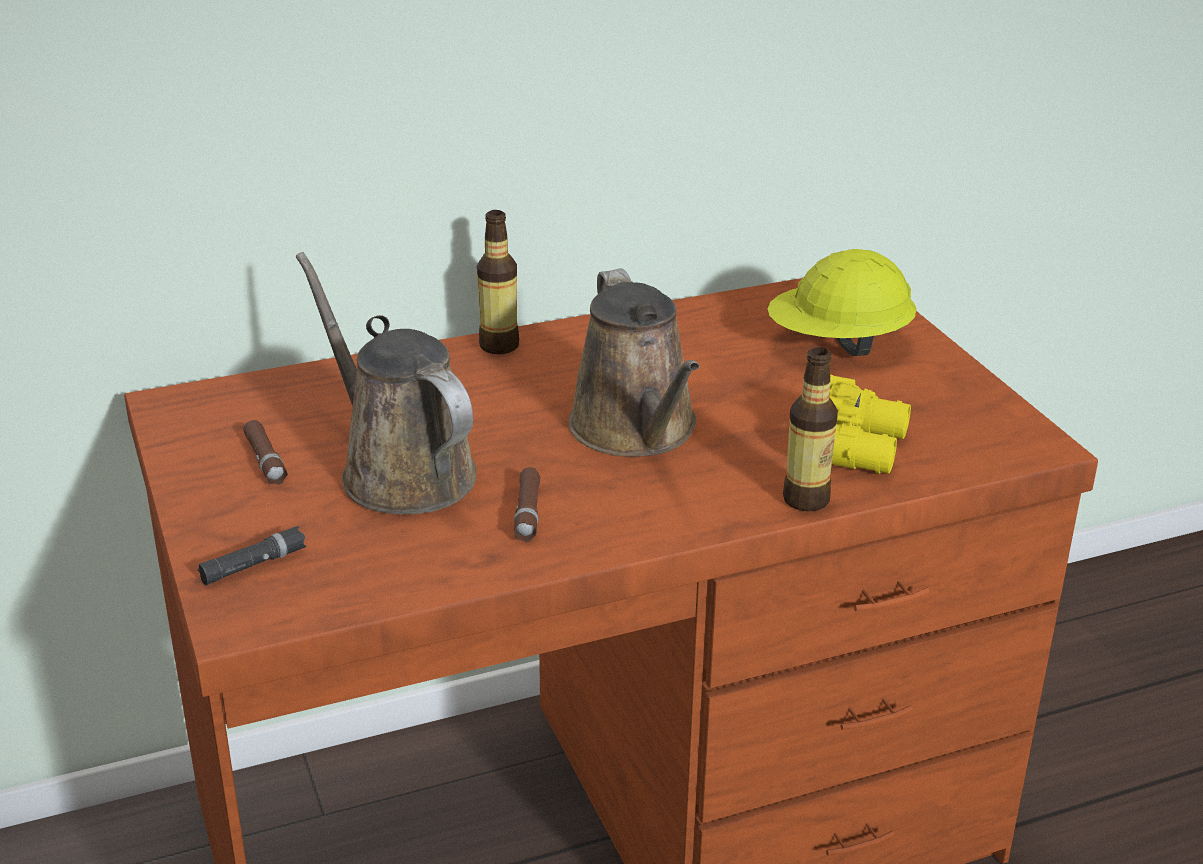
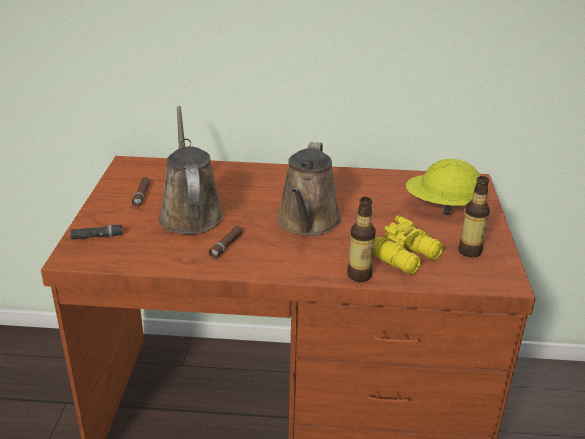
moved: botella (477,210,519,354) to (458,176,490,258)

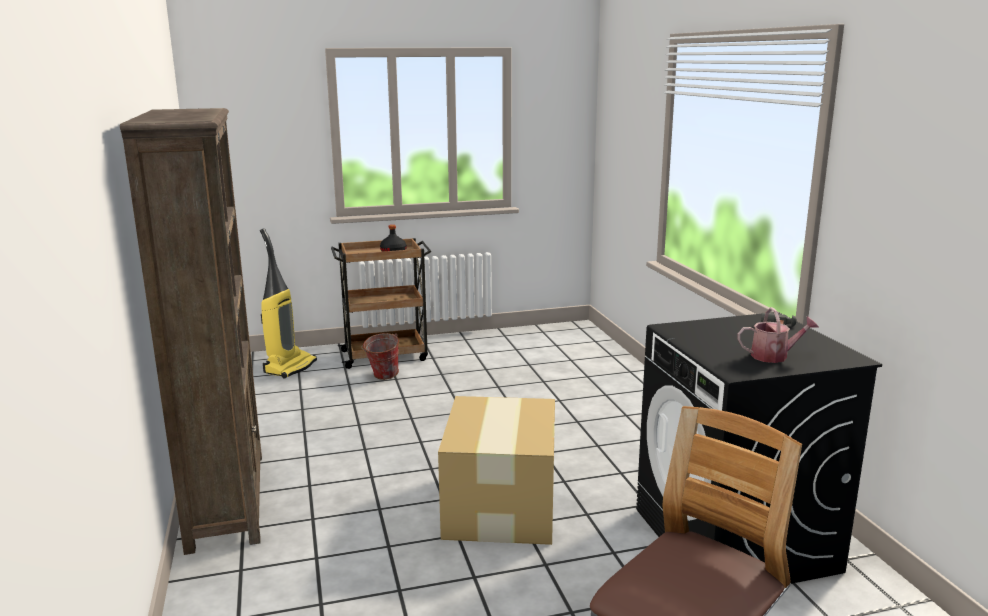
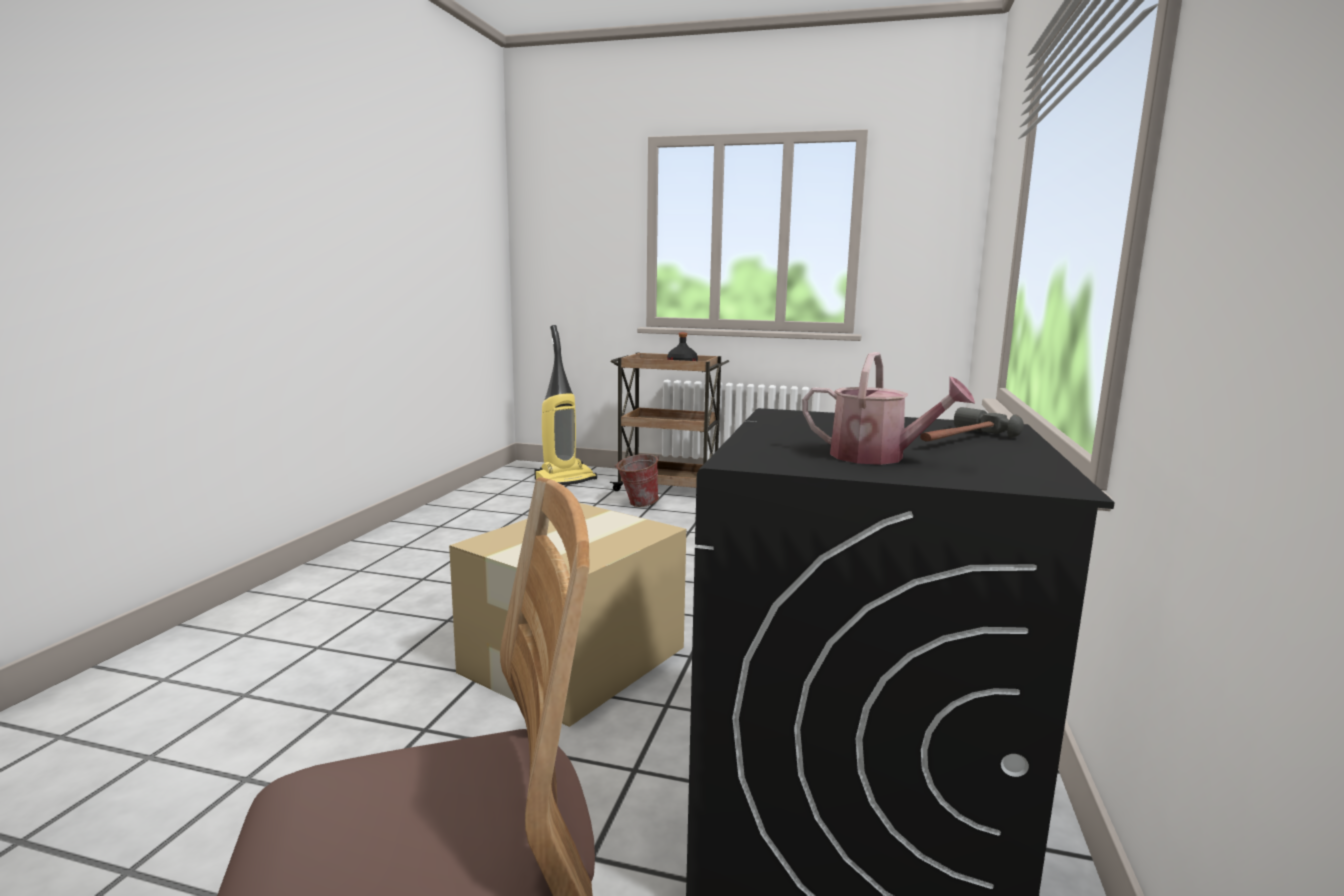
removed: estantería [marrón] (120,108,262,555)

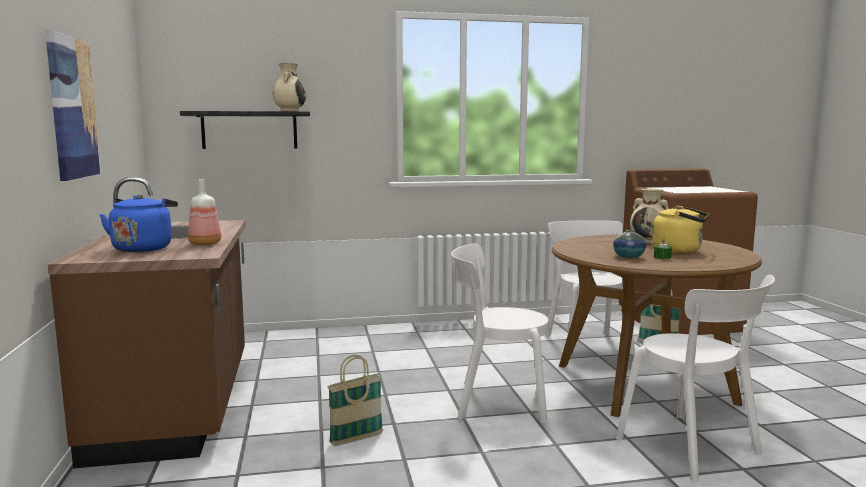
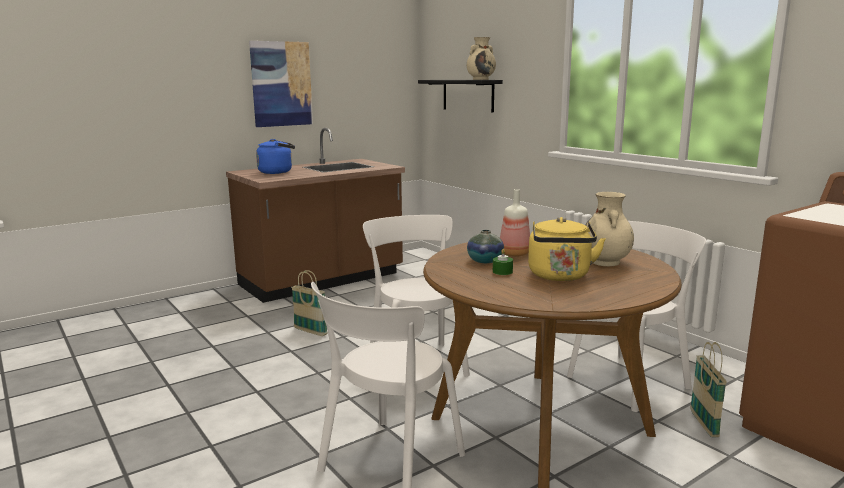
moved: botella (188,179,221,245) to (500,189,530,257)

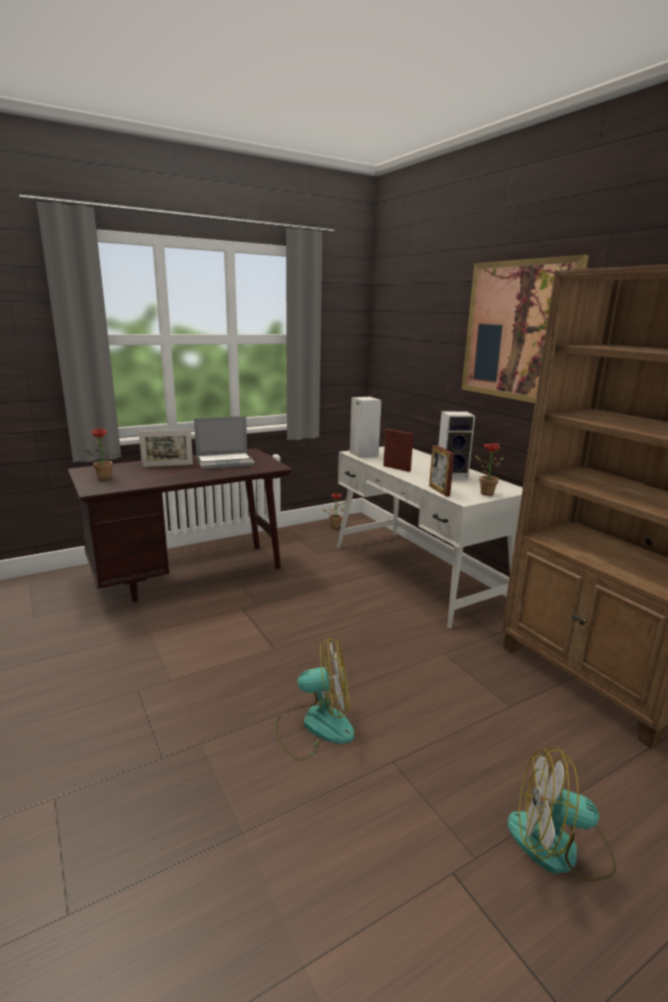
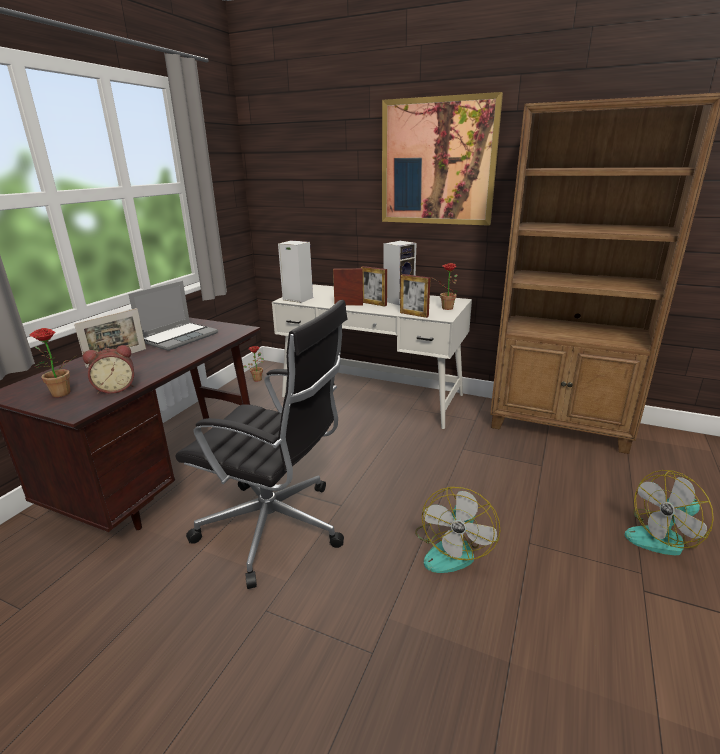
added: despertador (83,345,134,394); silla de oficina [negro] (175,300,347,589); portarretratos (361,266,387,307)
turned: ventilador (276,637,354,761) = (415,487,501,573) 150 degrees clockwise

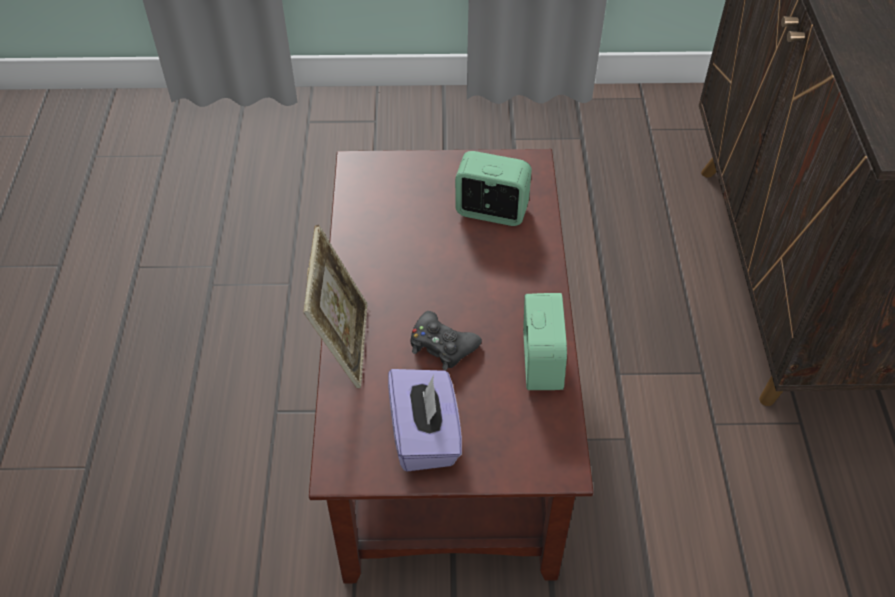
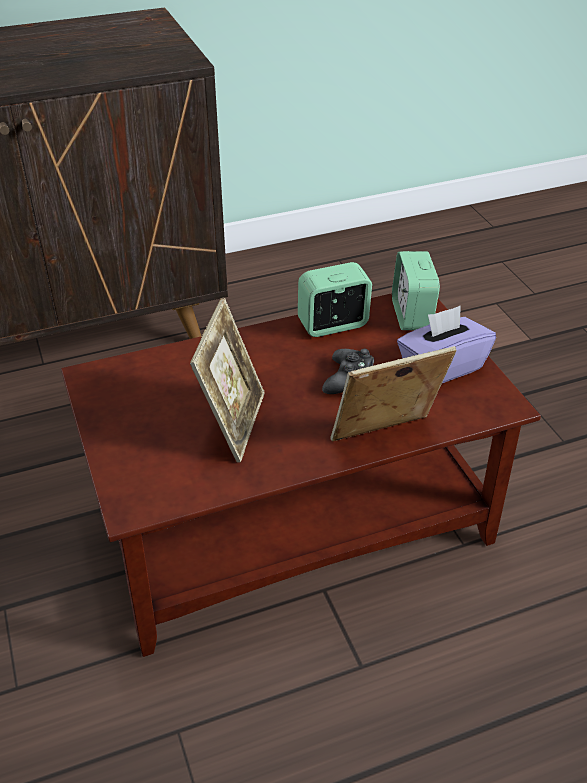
added: portarretratos (190,297,264,463)
moved: despertador (455,151,532,226) to (392,251,440,330)

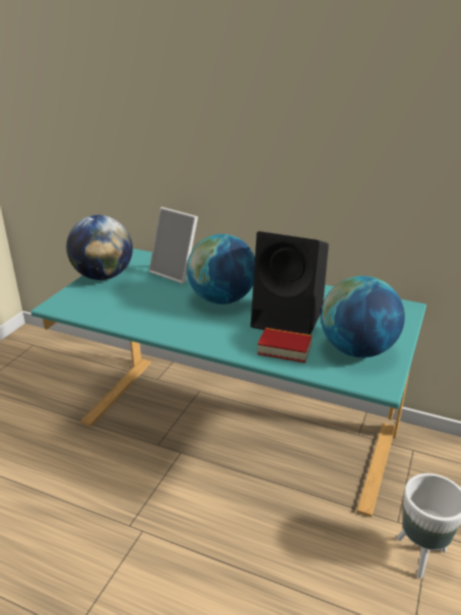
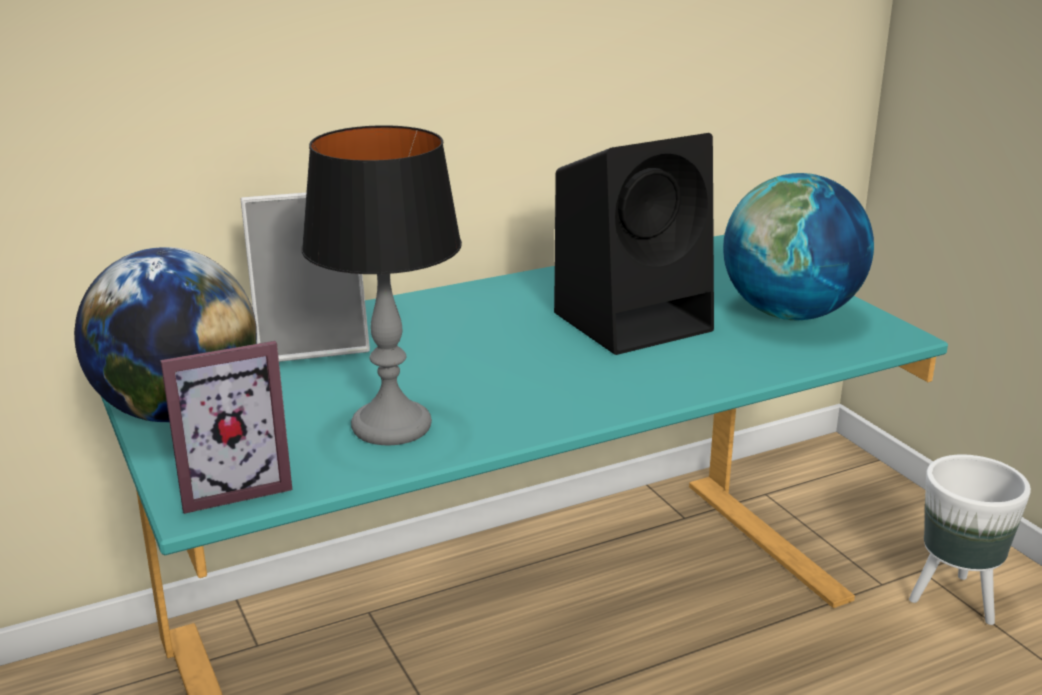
removed: globo terráqueo (187,234,255,304); libro (257,328,312,363)
added: portarretratos (160,341,292,514); lámpara de mesa (301,125,462,445)

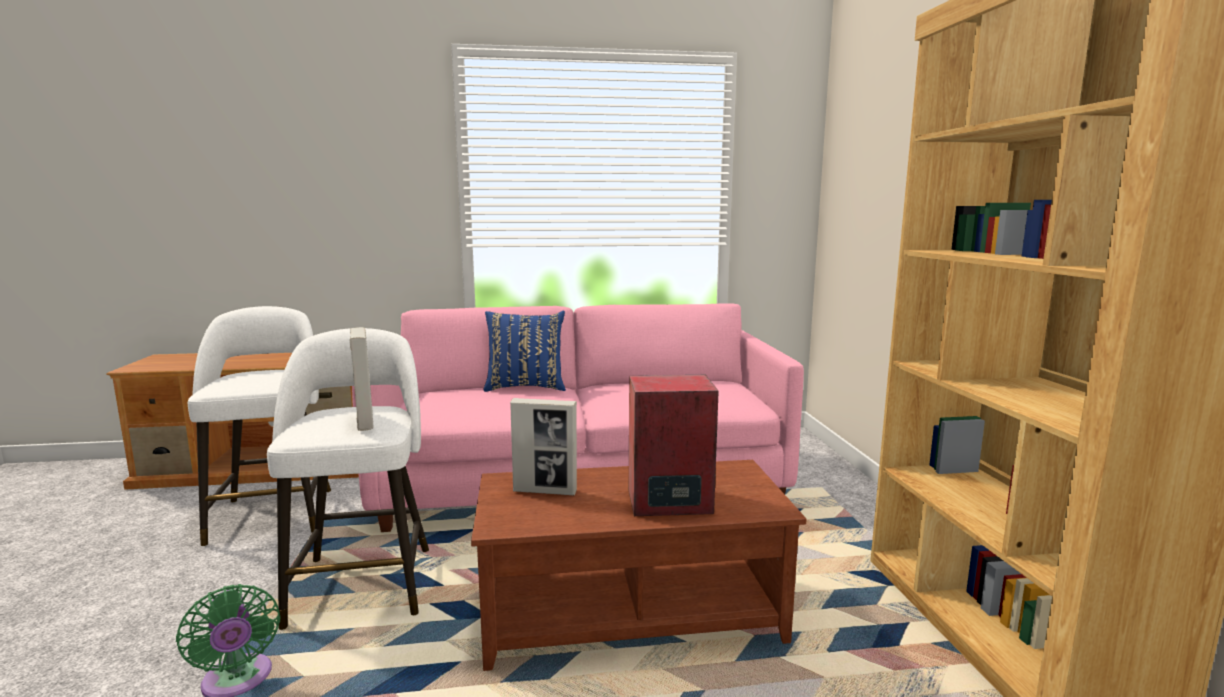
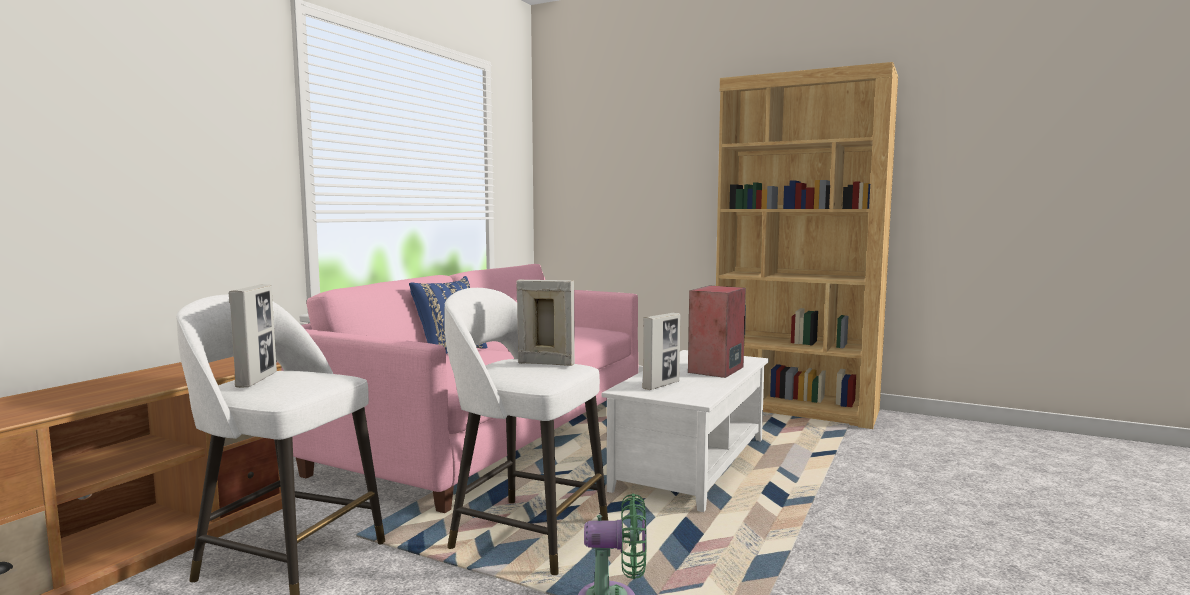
added: portarretratos (229,284,277,388)
recoloured: mesa de centro [marrón] (471,460,807,671) to mesa de centro [blanco] (602,350,769,512)

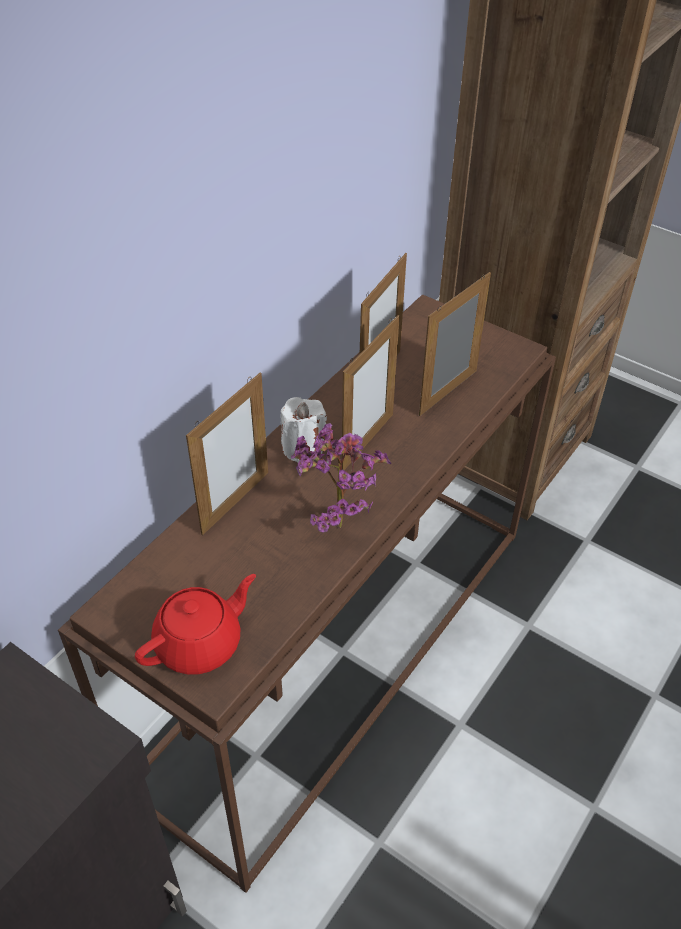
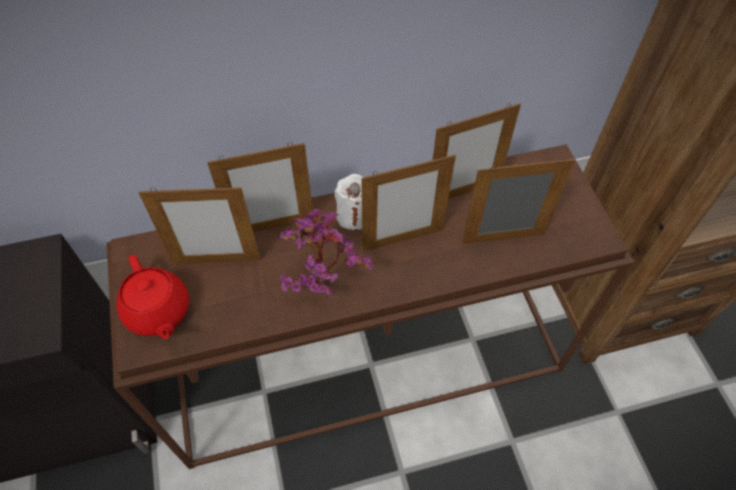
added: portarretratos (138,185,261,264)
turned: tetera [rojo] (135,574,256,675) = (117,255,189,339) 60 degrees clockwise

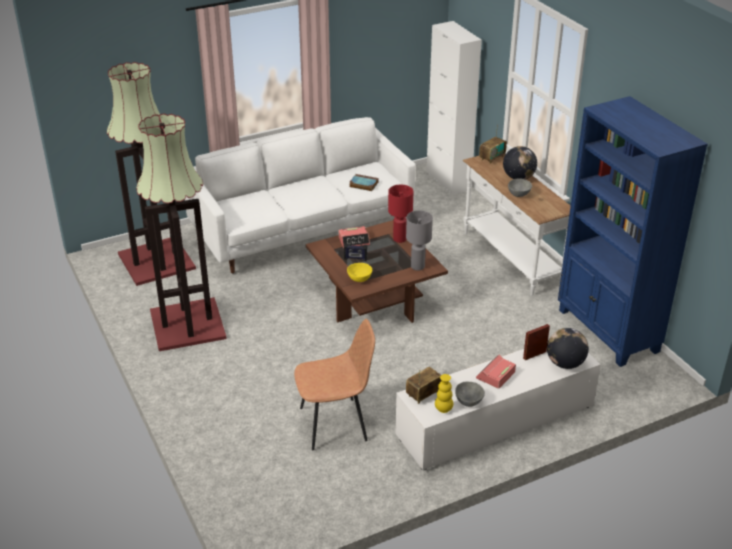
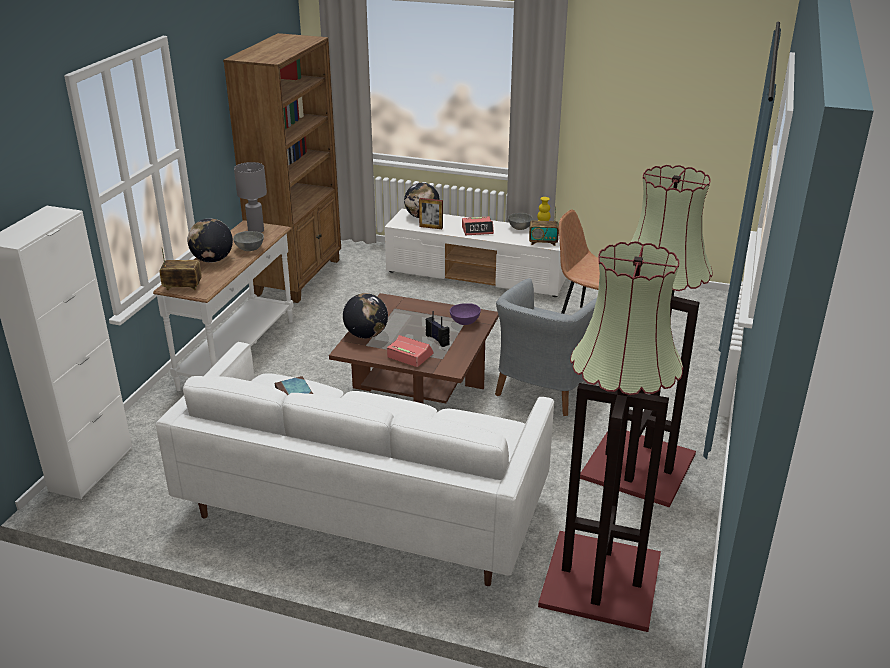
added: sillón [gris] (495,278,597,416)
moved: lámpara de mesa [gris] (406,210,433,271) to (234,162,267,233)
replaced: lámpara de mesa [rojo] (388,185,413,243) to globo terráqueo (343,293,388,338)
recoloured: estantería [azul] (558,96,708,367) to estantería [marrón] (223,33,341,303); cuenco [amarillo] (347,263,372,282) to cuenco [morado] (450,303,481,325)

